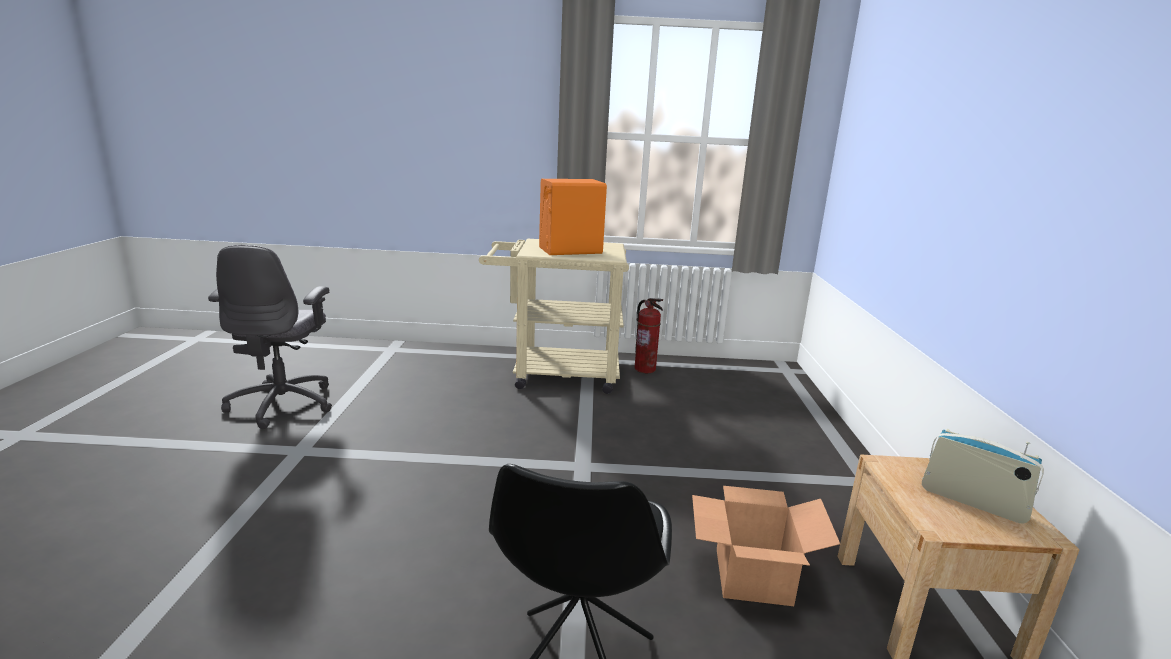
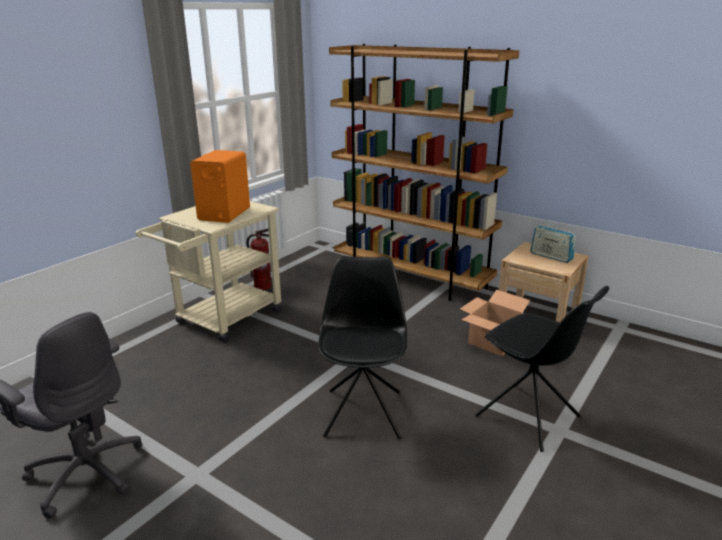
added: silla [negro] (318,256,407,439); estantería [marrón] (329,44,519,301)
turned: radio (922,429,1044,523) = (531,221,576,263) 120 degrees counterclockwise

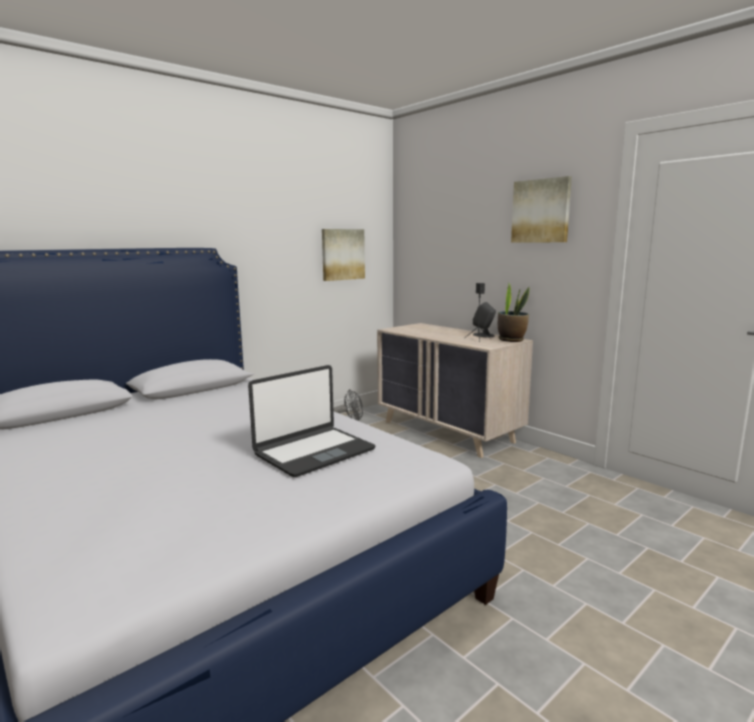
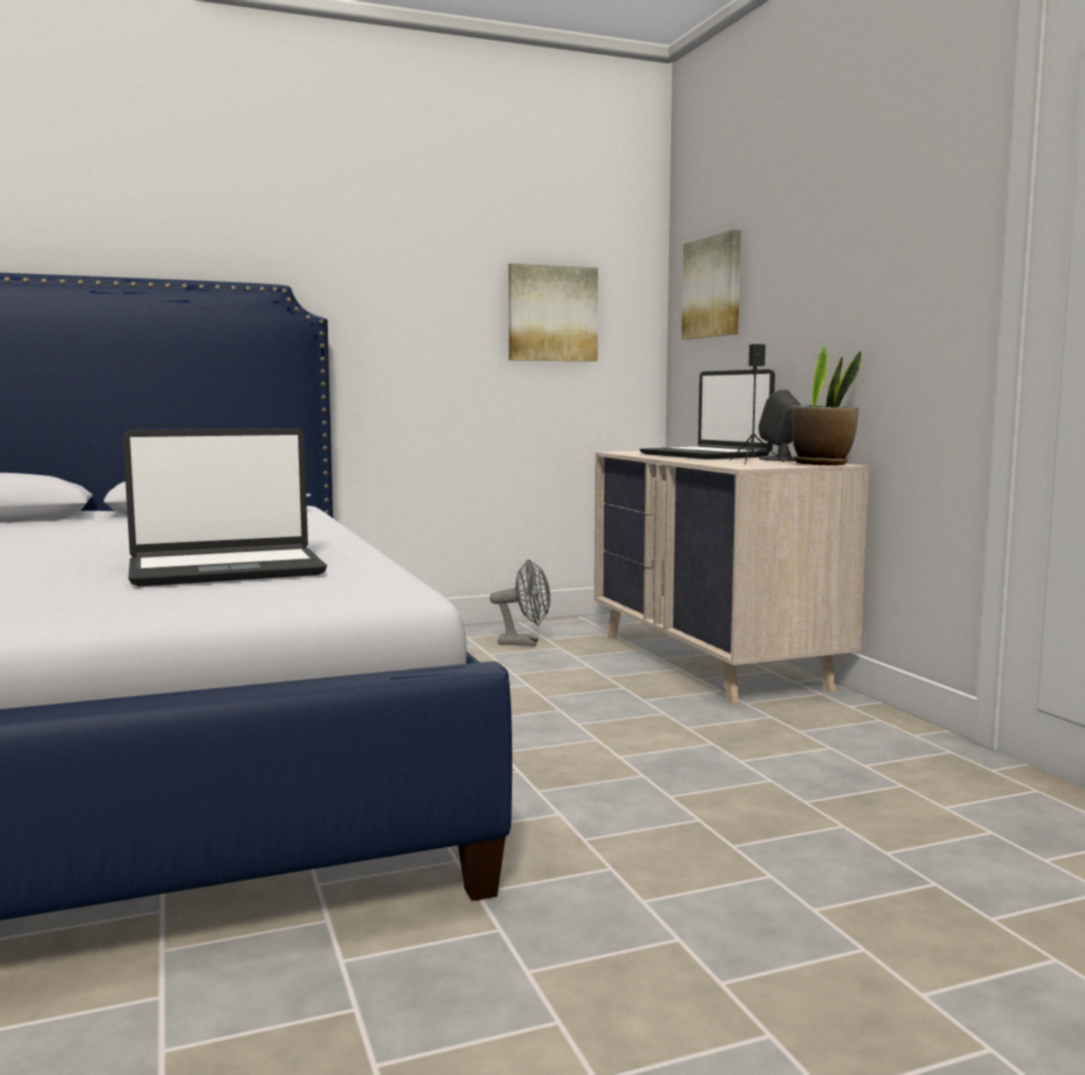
added: portátil (640,369,775,459)
moved: cuadro (511,176,572,243) to (681,229,741,340)

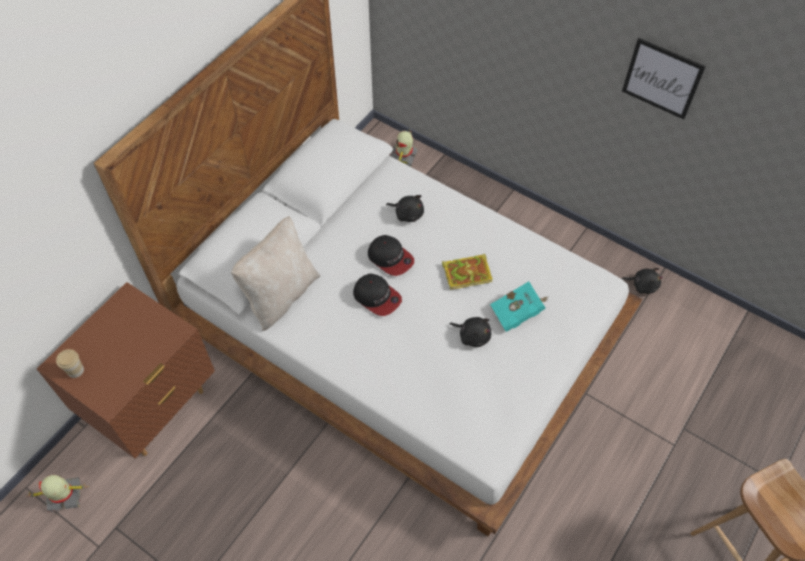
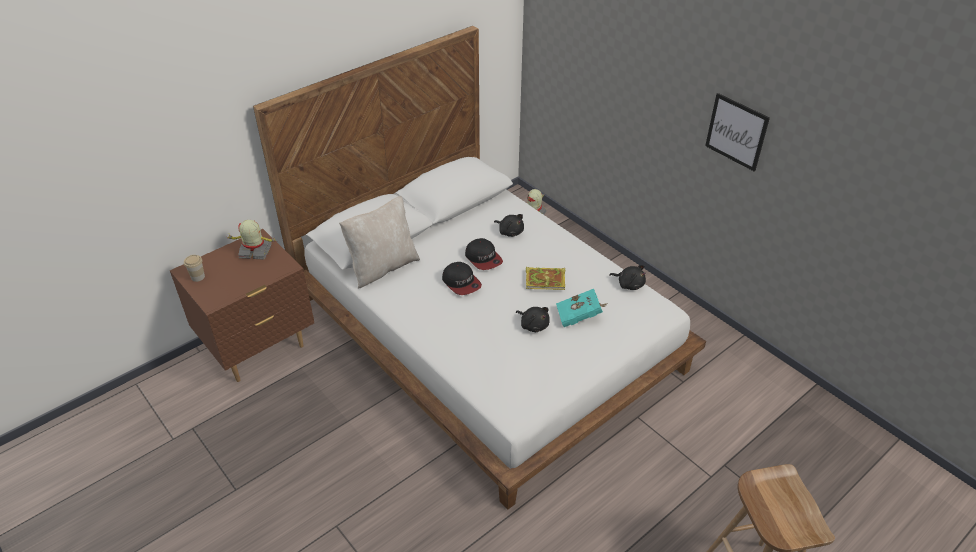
moved: robot de juguete (26,475,89,512) to (228,220,278,260); peluche [negro] (622,268,663,294) to (609,265,646,290)

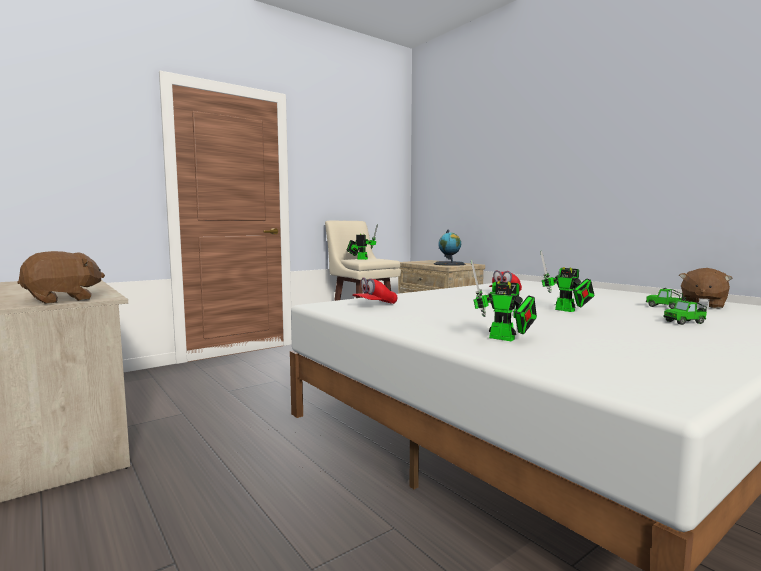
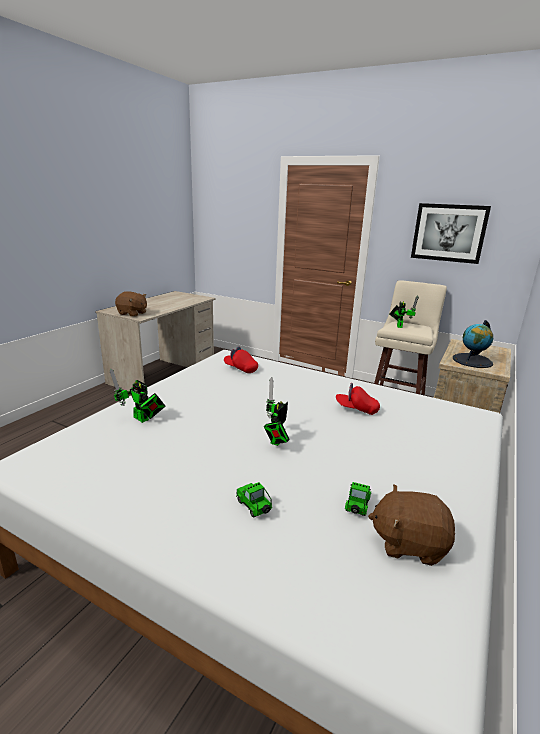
added: cuadro (411,203,491,264)
turned: robot de juguete (471,259,537,341) = (110,368,165,423) 60 degrees counterclockwise

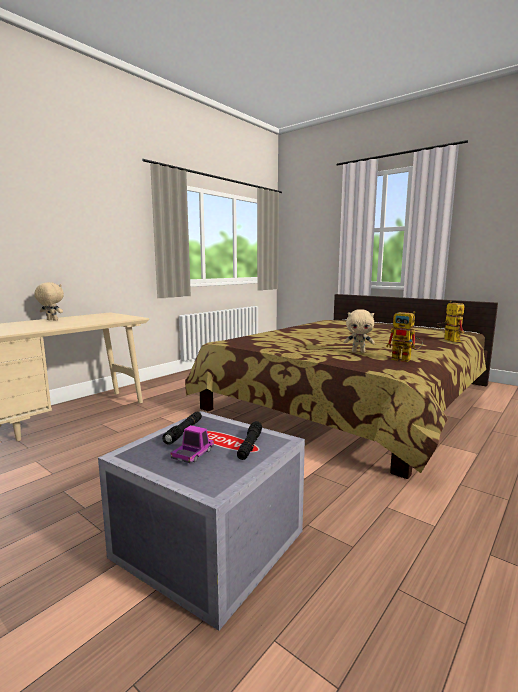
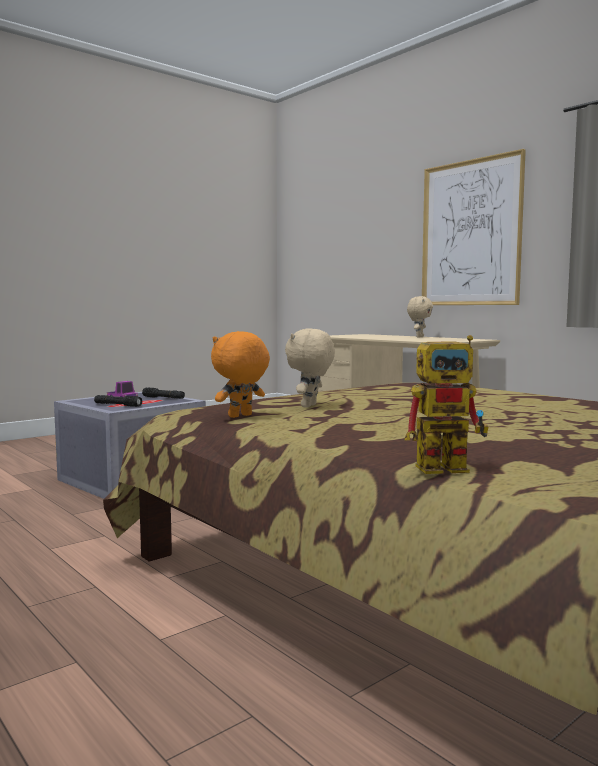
added: cuadro (422,149,526,305)
replaced: robot de juguete (386,311,423,362) to peluche [naranja] (211,331,270,418)

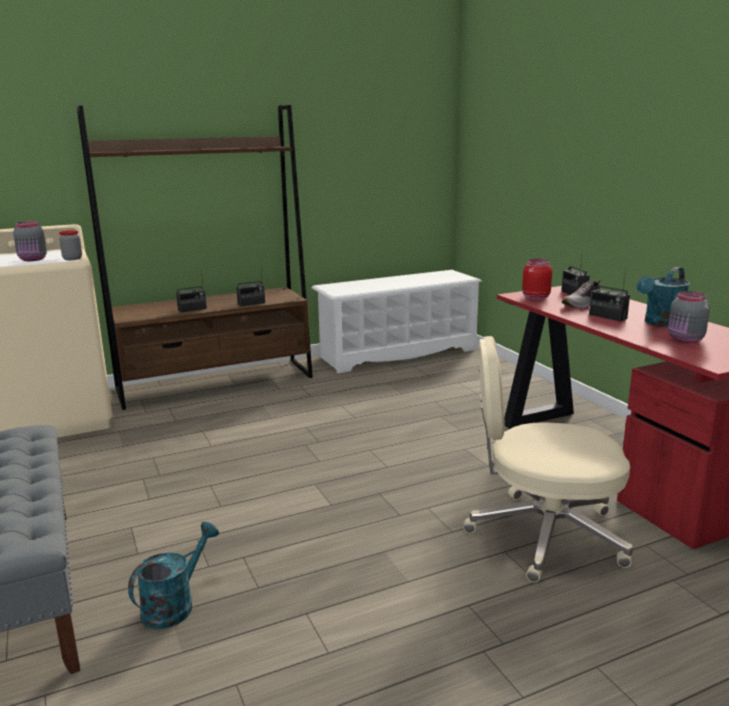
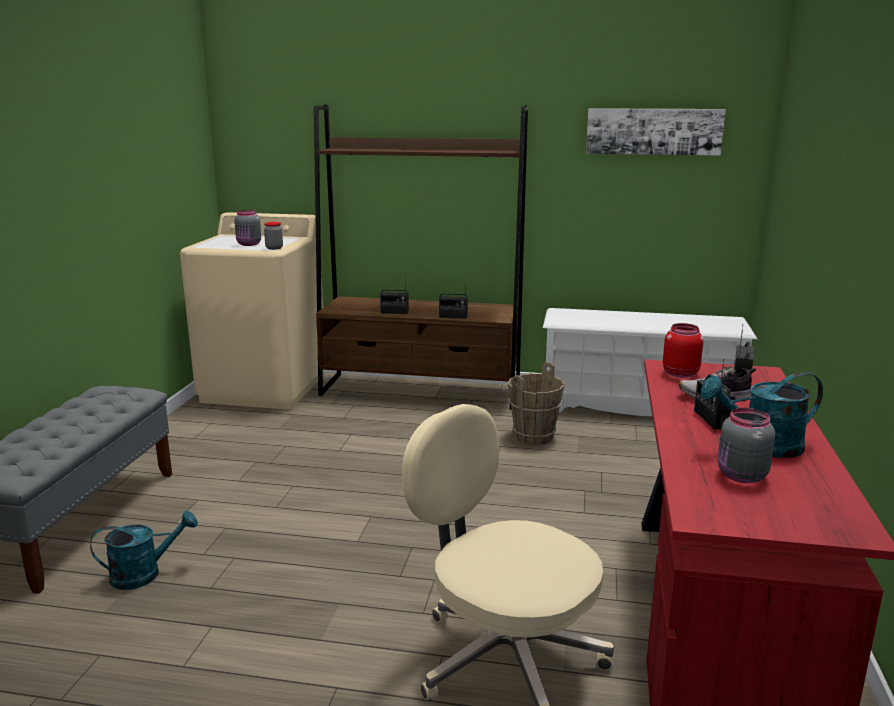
added: cubo [marrón] (508,362,565,445); cuadro (586,108,726,156)

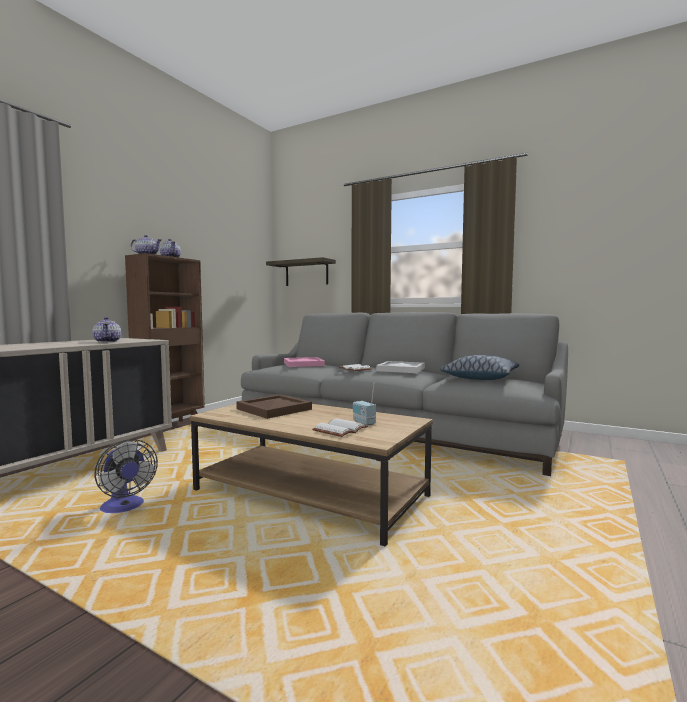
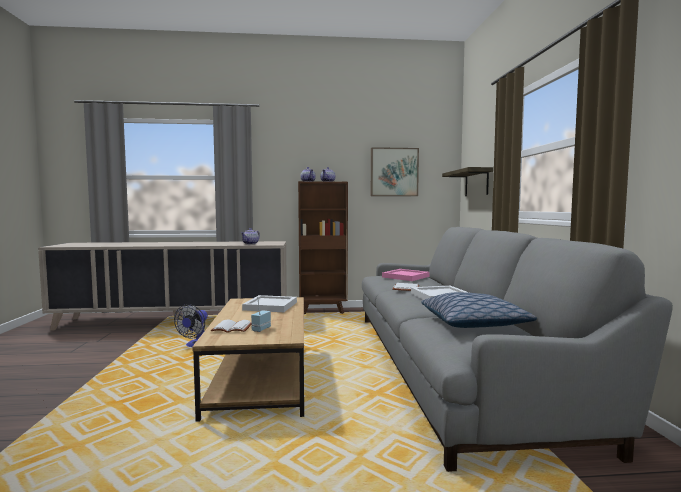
added: cuadro (371,147,419,196)
recoloured: bandeja [marrón] (236,394,312,419) to bandeja [blanco] (242,295,297,312)

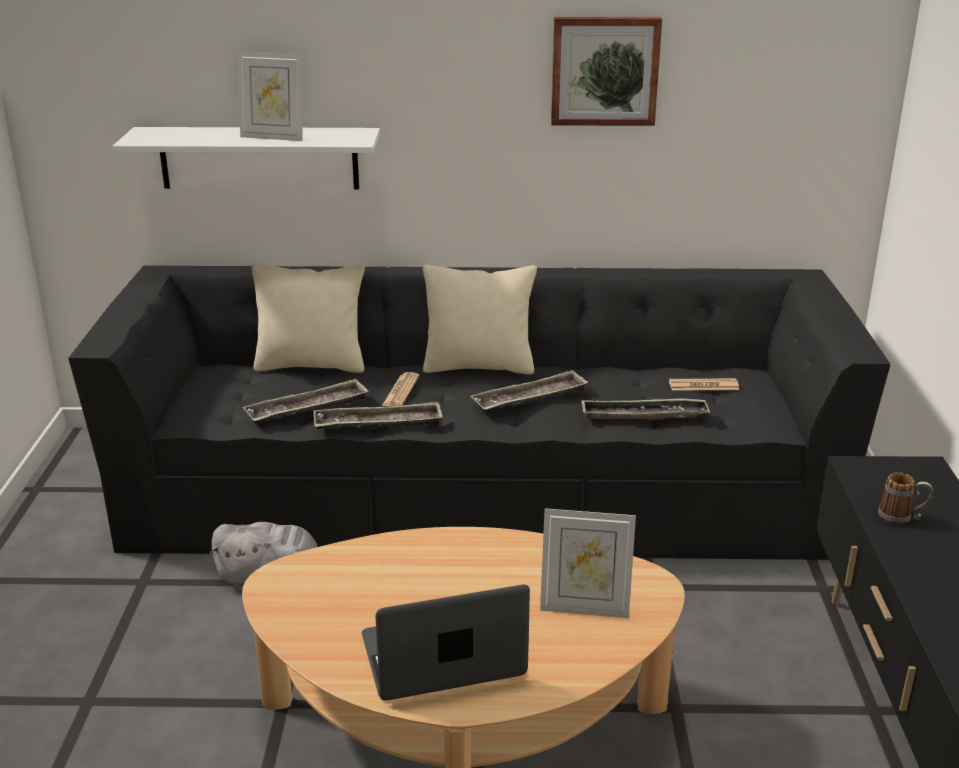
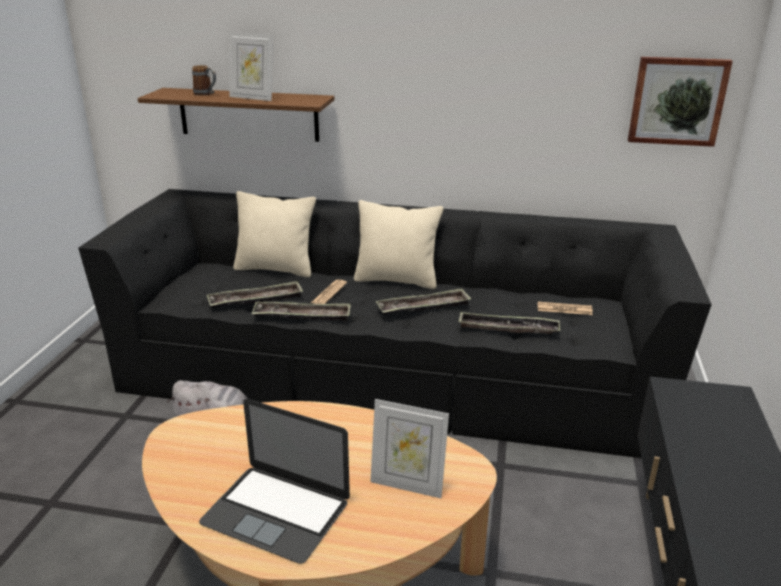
moved: taza grande (878,472,933,525) to (192,65,216,96); cuadro (551,17,662,126) to (628,57,733,147)
recoloured: estante [blanco] (113,127,380,190) to estante [marrón] (138,88,335,142)
turned: portátil (362,585,530,700) = (199,399,350,564) 150 degrees counterclockwise

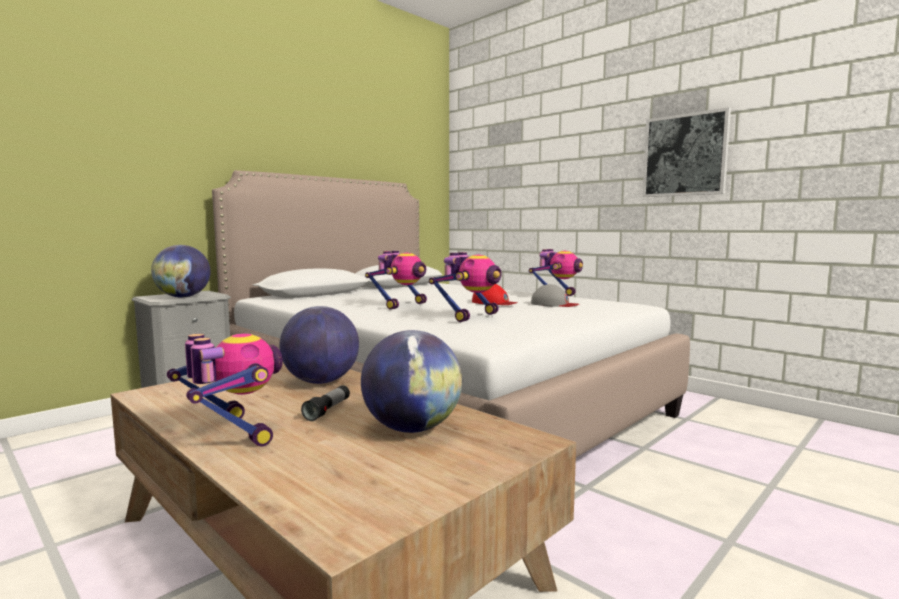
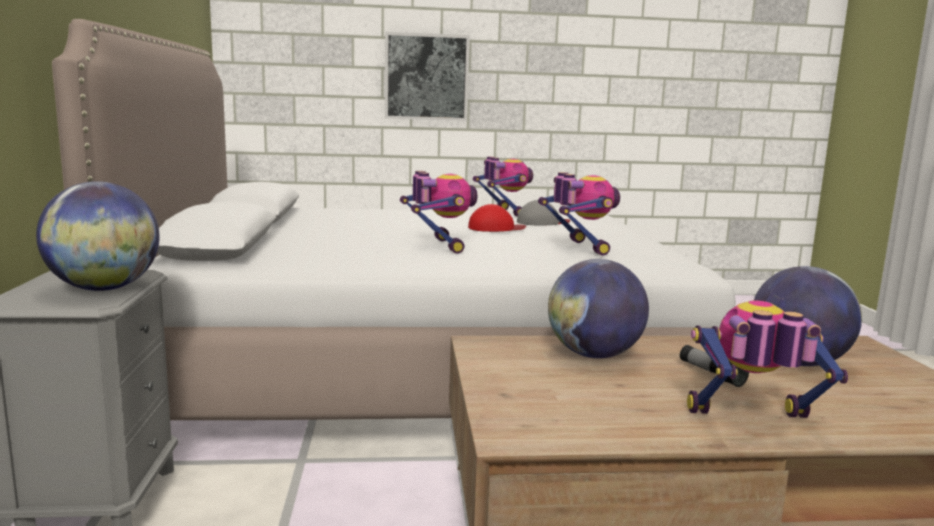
moved: cuadro (643,107,731,197) to (385,32,470,121)

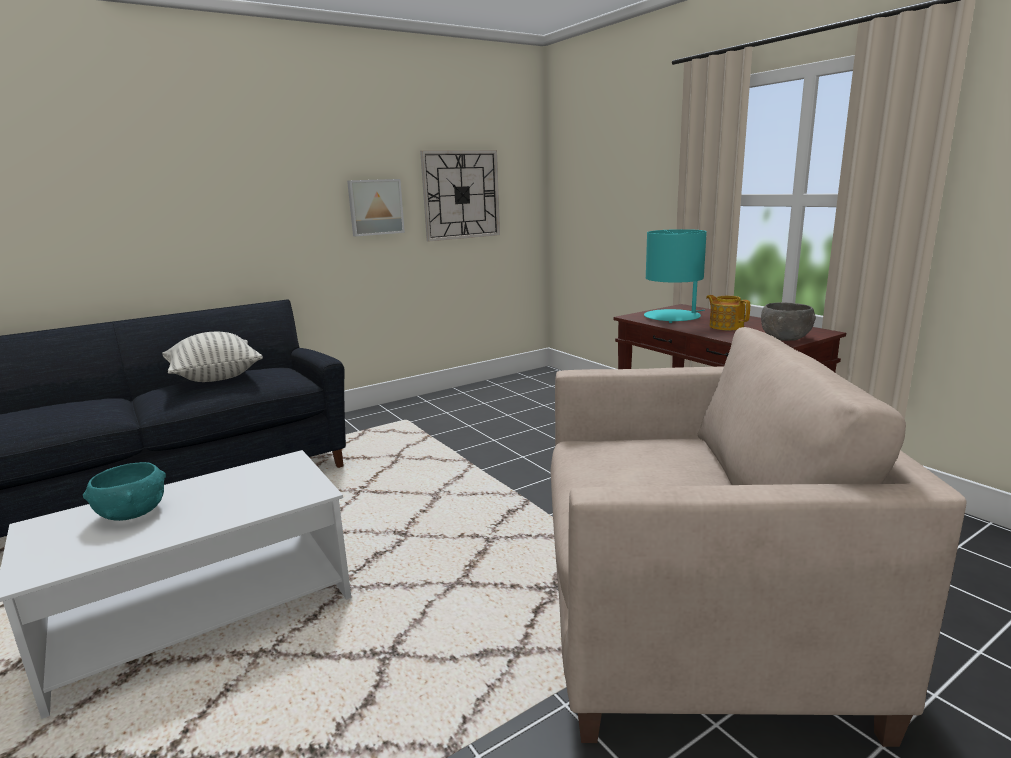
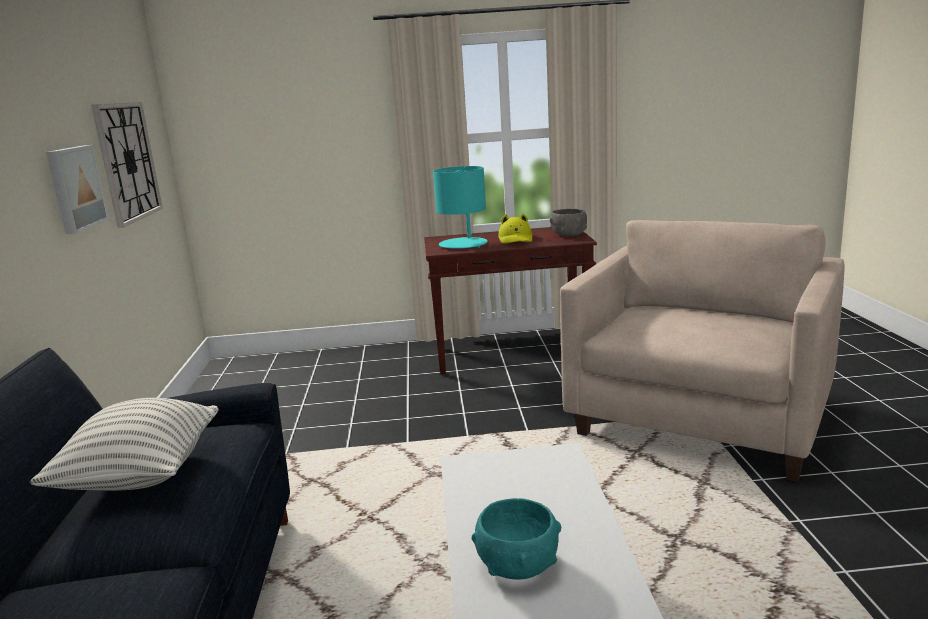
replaced: tetera (706,295,750,330) to sombrero [amarillo] (498,213,532,244)

